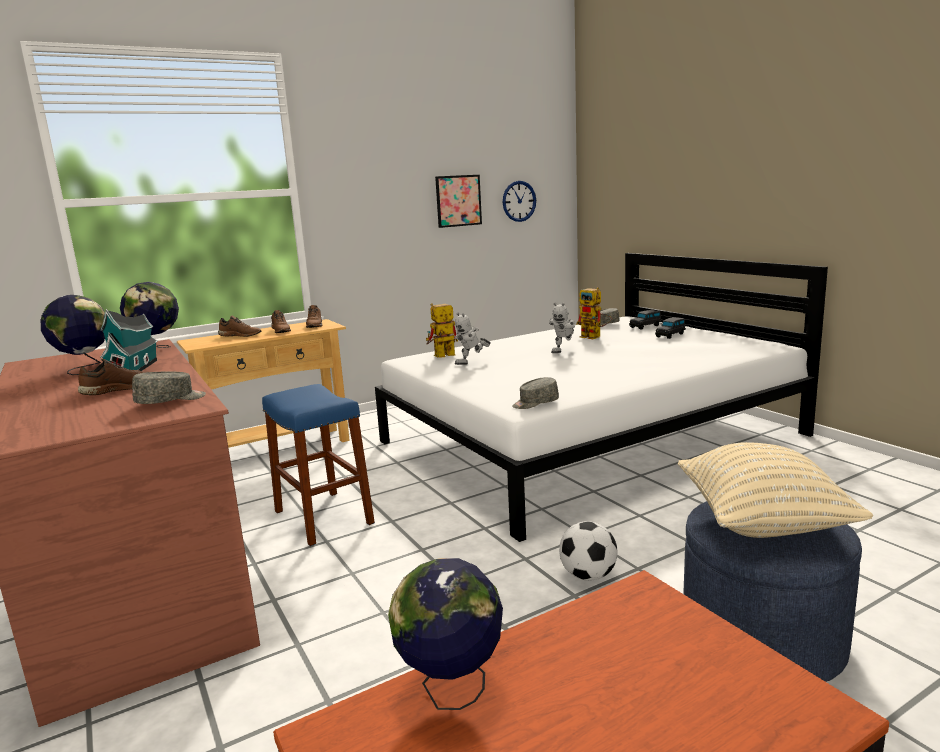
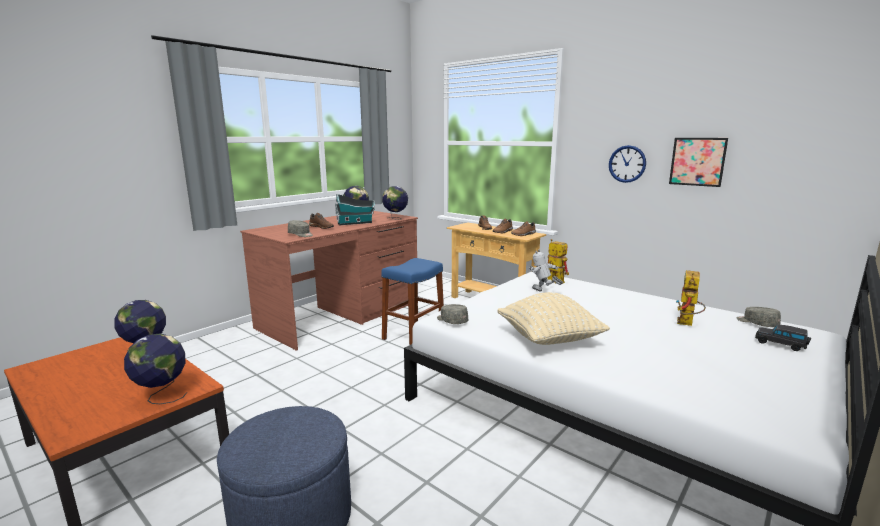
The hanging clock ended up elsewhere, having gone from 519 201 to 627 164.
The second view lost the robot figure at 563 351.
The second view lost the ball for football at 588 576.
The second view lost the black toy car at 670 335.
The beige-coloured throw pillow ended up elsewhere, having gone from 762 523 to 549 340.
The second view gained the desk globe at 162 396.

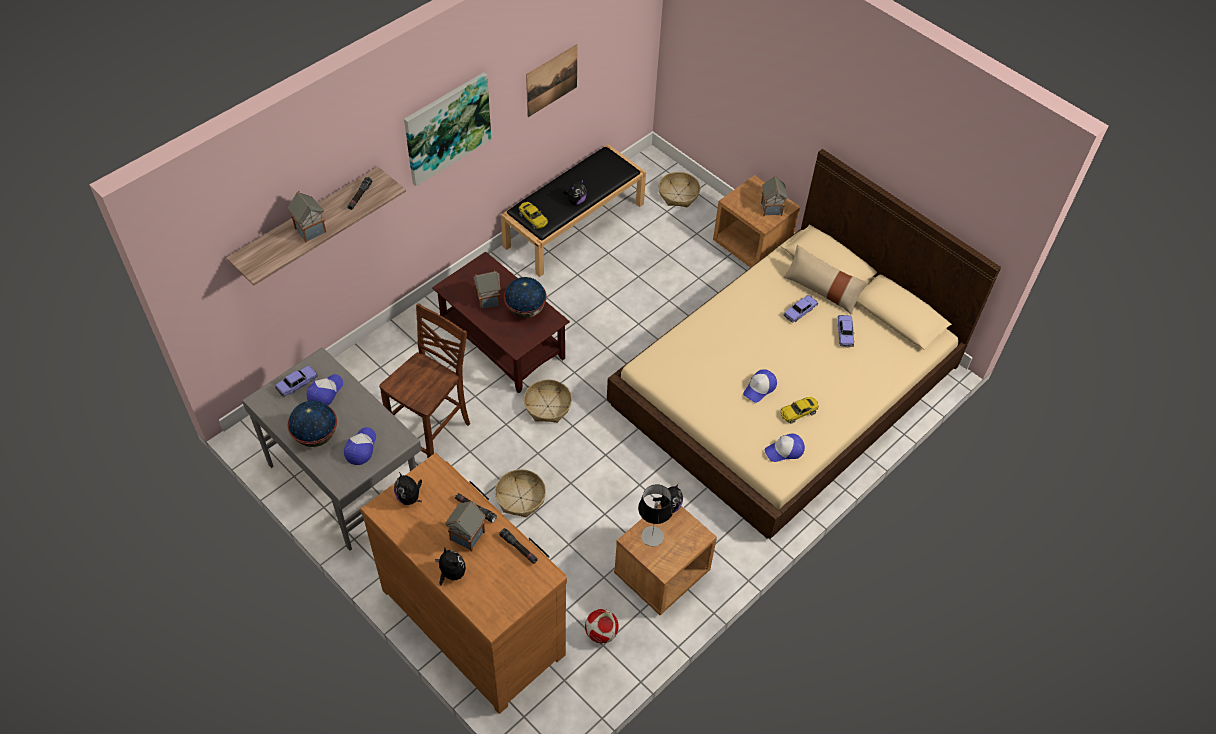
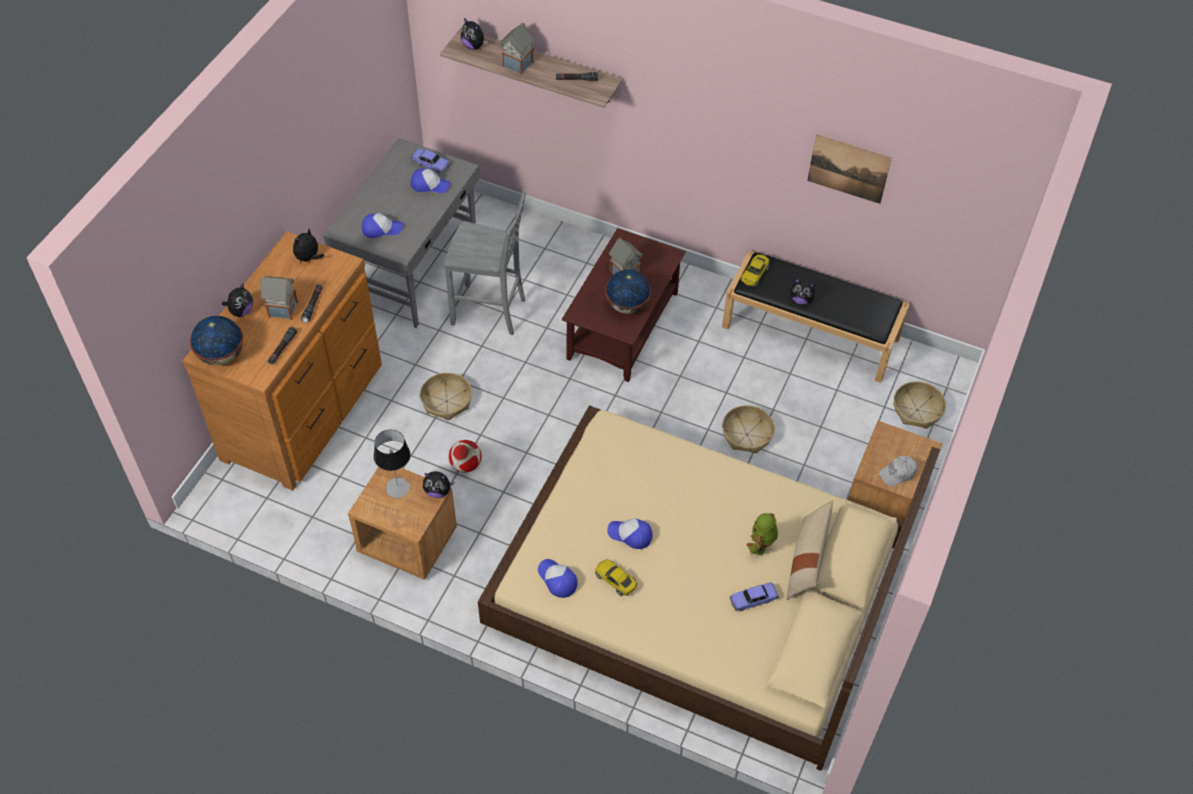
The desk globe ended up elsewhere, having gone from 316 436 to 222 356.
What was the brownish plain chair at 433 432 turned into the gray plain chair at 490 312.
The second view lost the wall art at 447 128.
The basket ended up elsewhere, having gone from 547 406 to 747 434.
The ball for football ended up elsewhere, having gone from 601 633 to 466 465.
Where the miniature house stood at 771 208, the white-coloured baseball cap came to stand at 898 473.
Where the toy car stood at 800 311, the robot figure came to stand at 761 546.
The second view gained the cuddly toy at 474 46.

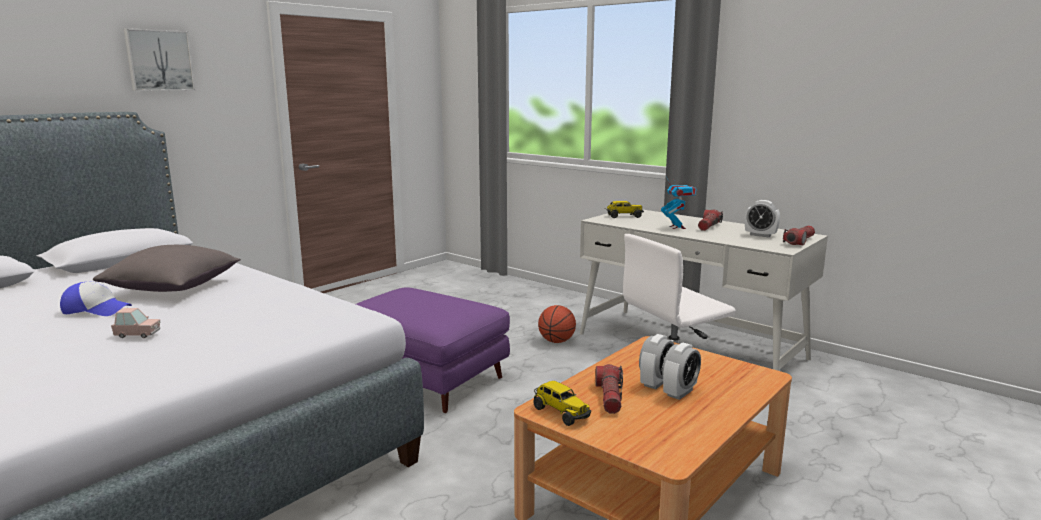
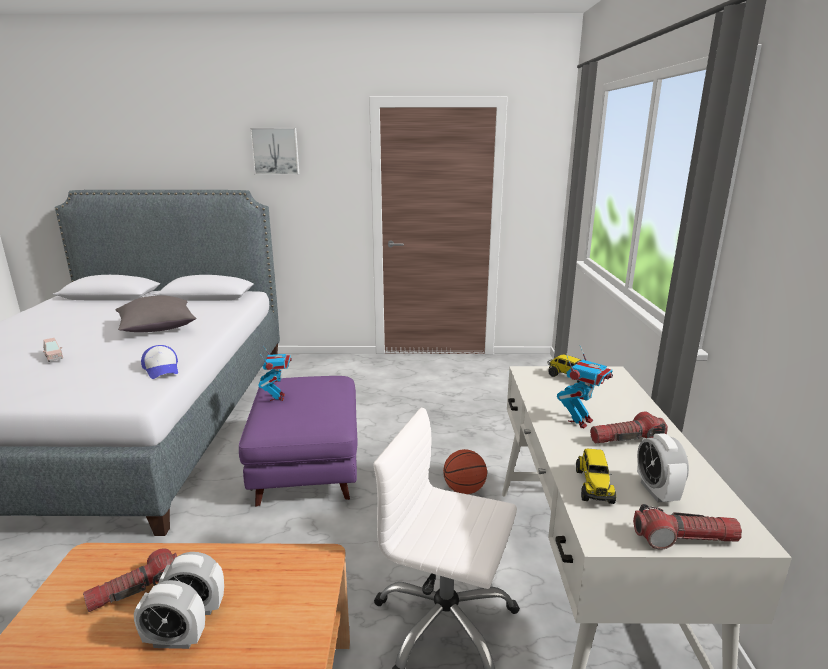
The baseball cap ended up elsewhere, having gone from 96 310 to 162 369.
The toy lorry ended up elsewhere, having gone from 560 413 to 593 485.
The second view gained the robot figure at 277 397.

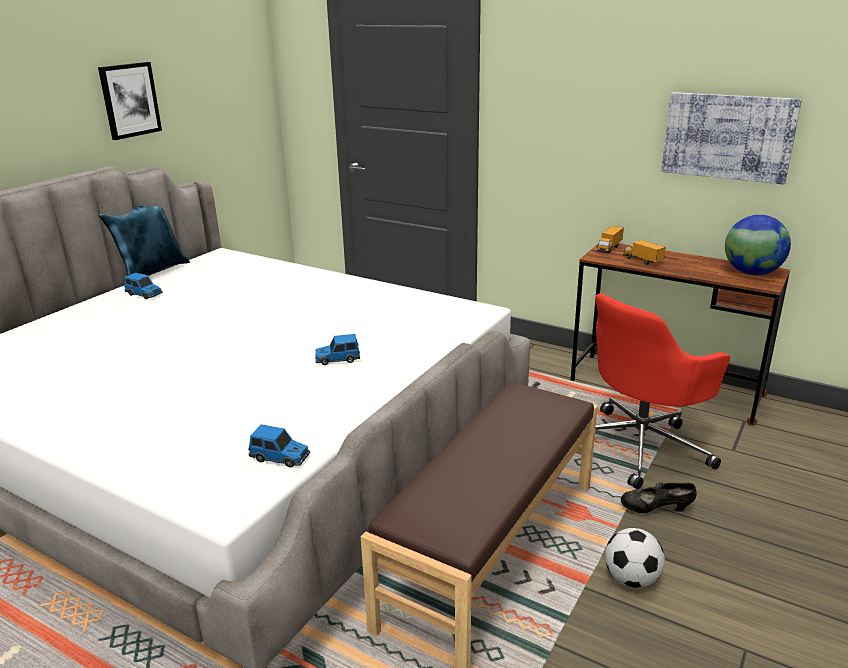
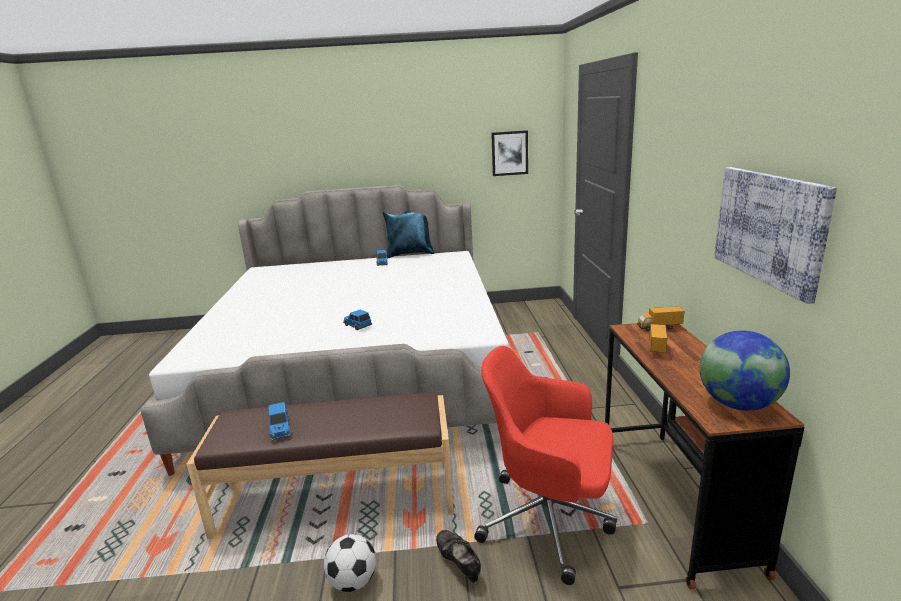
The wall art ended up elsewhere, having gone from 129 100 to 509 153.
The toy car ended up elsewhere, having gone from 280 457 to 280 430.

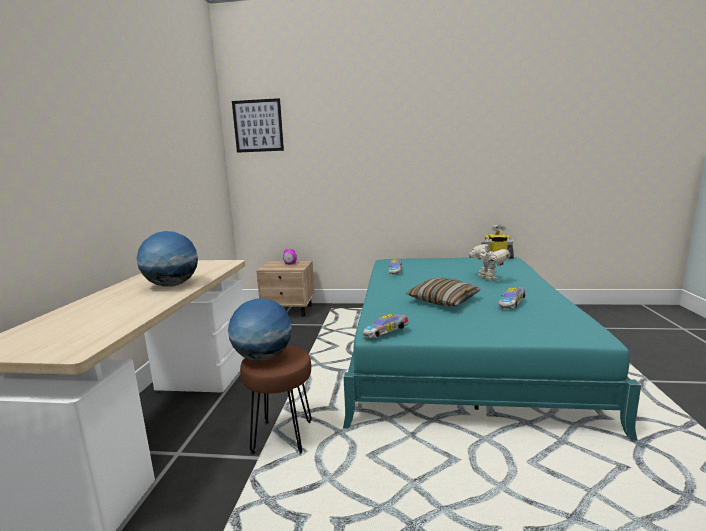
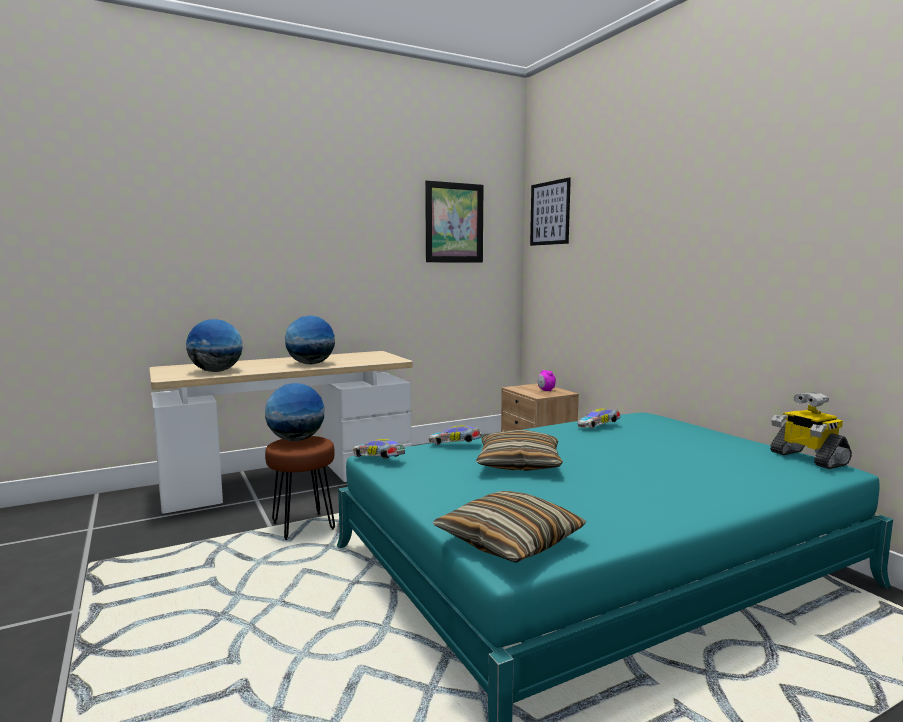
The second view lost the robot figure at 487 279.
The toy car ended up elsewhere, having gone from 512 304 to 456 445.
The second view gained the desk globe at 216 371.
The second view gained the wall art at 454 223.
The second view gained the throw pillow at 509 541.

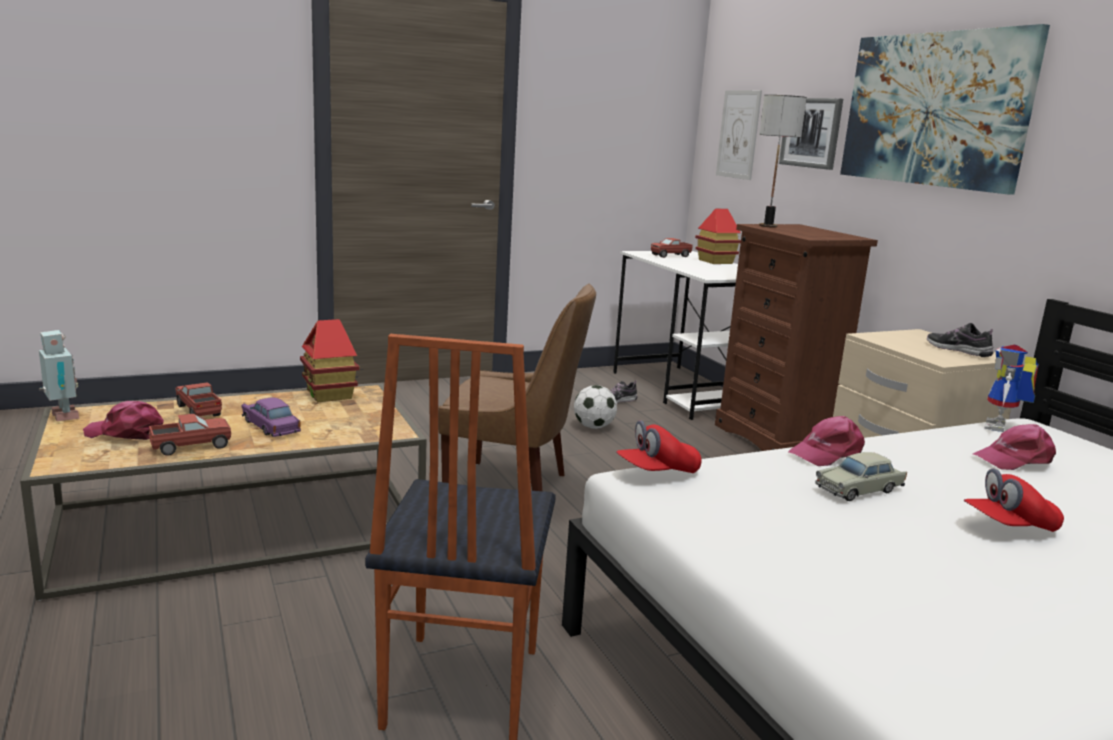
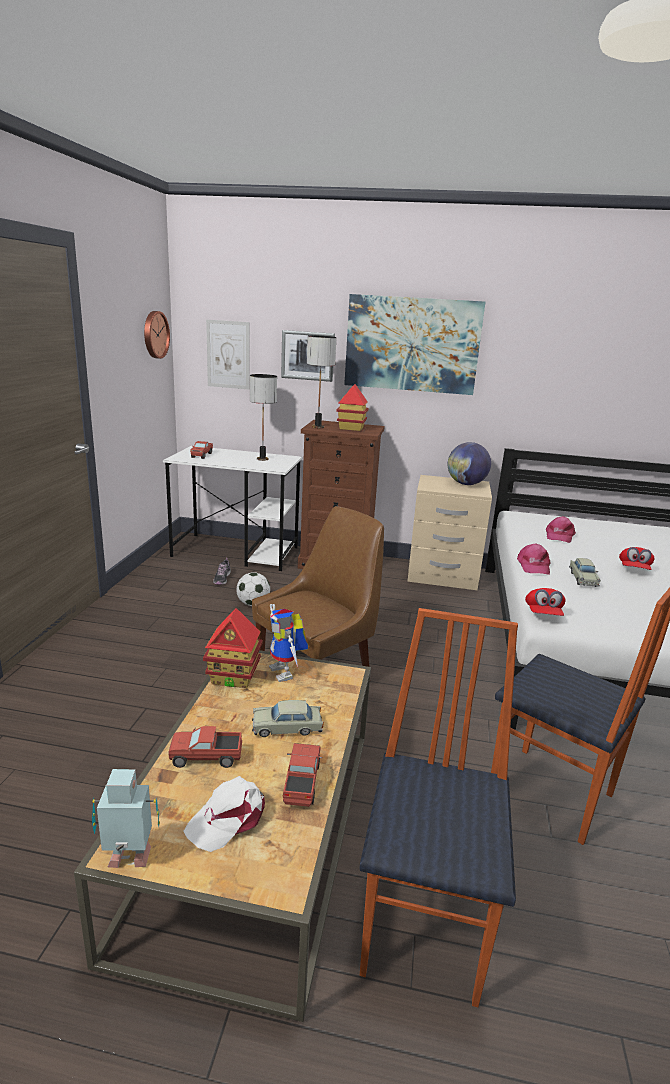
What was the pink baseball cap at 127 433 turned into the white-coloured baseball cap at 228 818.
What was the purplish toy car at 271 427 turned into the beige-coloured toy car at 287 727.
The miniature house ended up elsewhere, having gone from 715 261 to 351 428.
Where the low shoe stood at 958 350, the desk globe came to stand at 466 484.
The robot figure ended up elsewhere, having gone from 1002 428 to 286 673.
The second view gained the hanging clock at 154 334.
The second view gained the tabletop lamp at 262 459.
The second view gained the plain chair at 426 927.

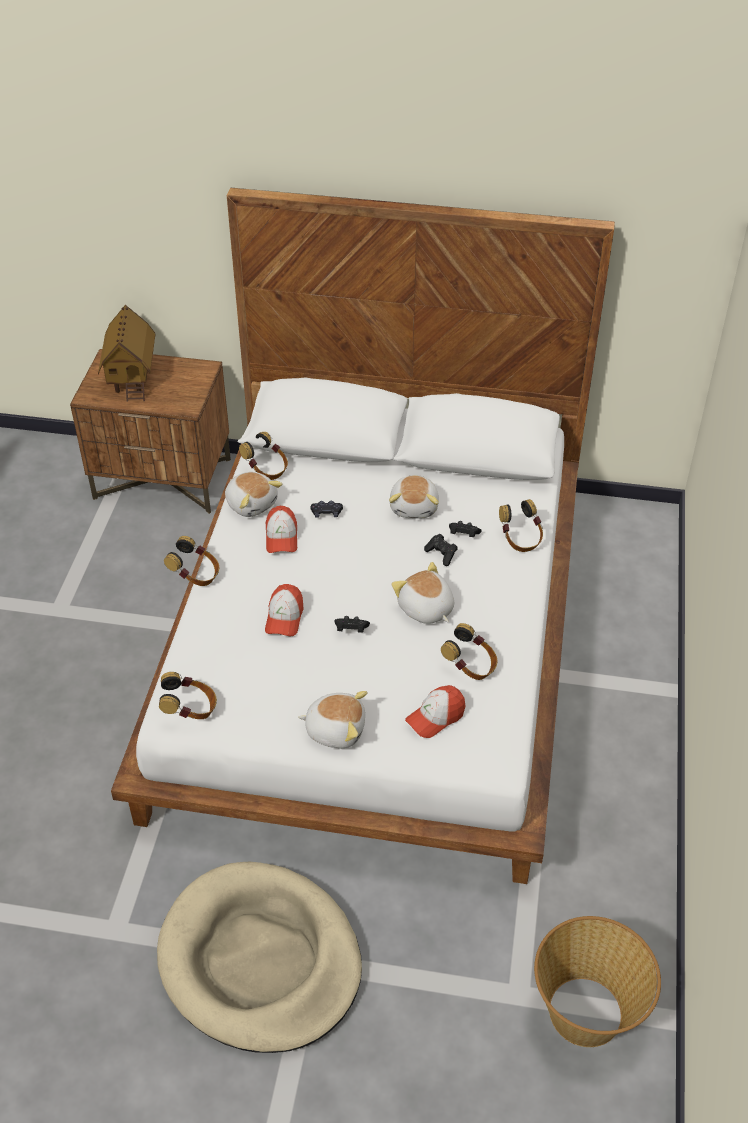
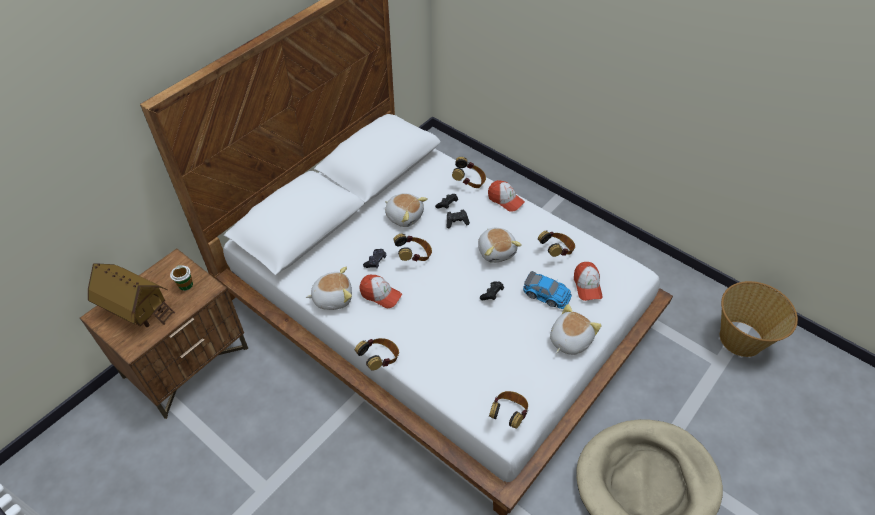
The pair of headphones ended up elsewhere, having gone from 266 469 to 414 256.
The baseball cap ended up elsewhere, having gone from 284 617 to 505 200.
The cuddly toy at 425 609 ended up facing another way, 105 degrees counterclockwise from before.
The second view gained the small cup at 185 285.
The second view gained the toy car at 546 294.

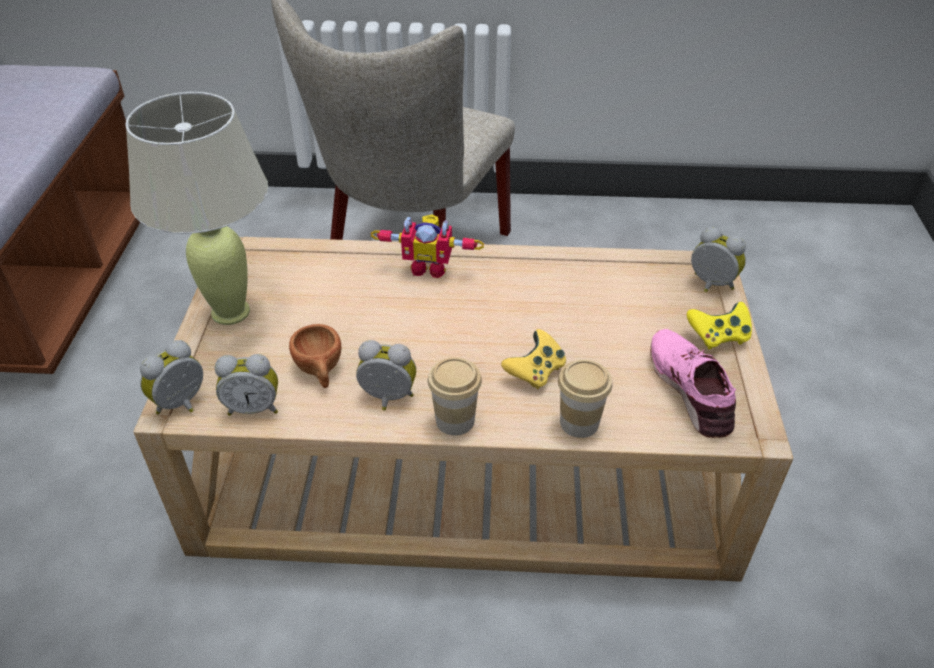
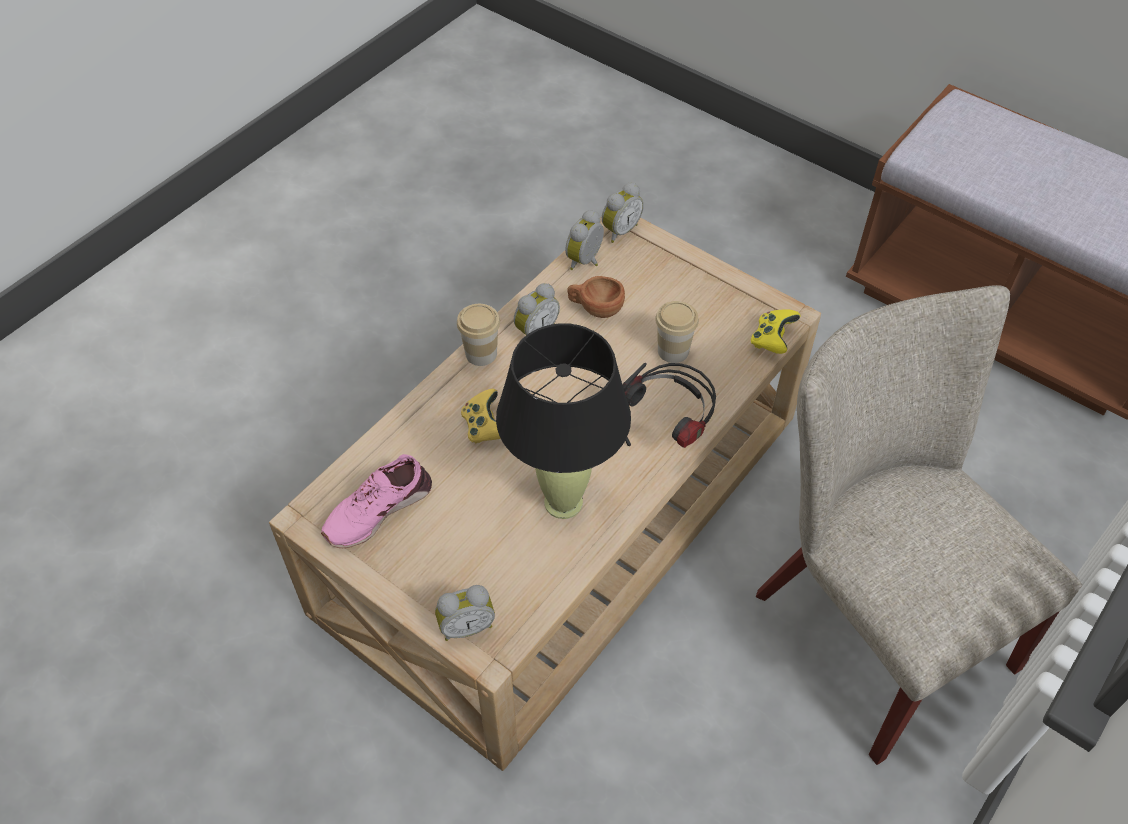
The second view lost the beige-coloured tabletop lamp at 231 312.
The bedside clock at 183 405 ended up facing another way, 60 degrees clockwise from before.
Where the robot figure stood at 429 267, the pair of headphones came to stand at 668 431.
The small cup ended up elsewhere, having gone from 579 422 to 673 351.
The pink low shoe at 691 389 ended up facing another way, 120 degrees clockwise from before.
The yellow gamepad ended up elsewhere, having gone from 718 337 to 772 340.
The second view gained the black tabletop lamp at 562 502.

